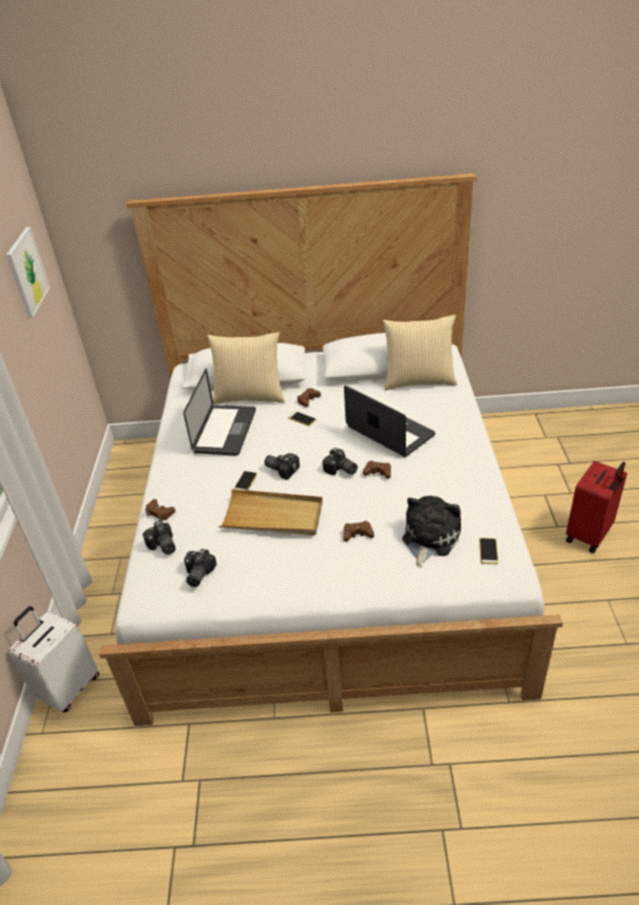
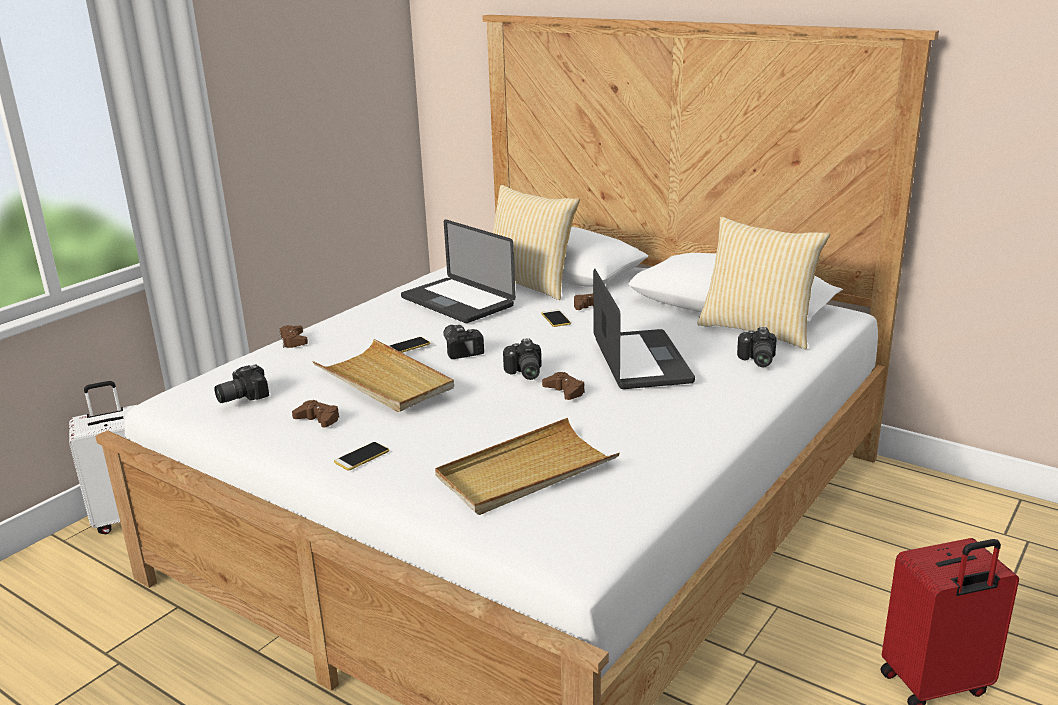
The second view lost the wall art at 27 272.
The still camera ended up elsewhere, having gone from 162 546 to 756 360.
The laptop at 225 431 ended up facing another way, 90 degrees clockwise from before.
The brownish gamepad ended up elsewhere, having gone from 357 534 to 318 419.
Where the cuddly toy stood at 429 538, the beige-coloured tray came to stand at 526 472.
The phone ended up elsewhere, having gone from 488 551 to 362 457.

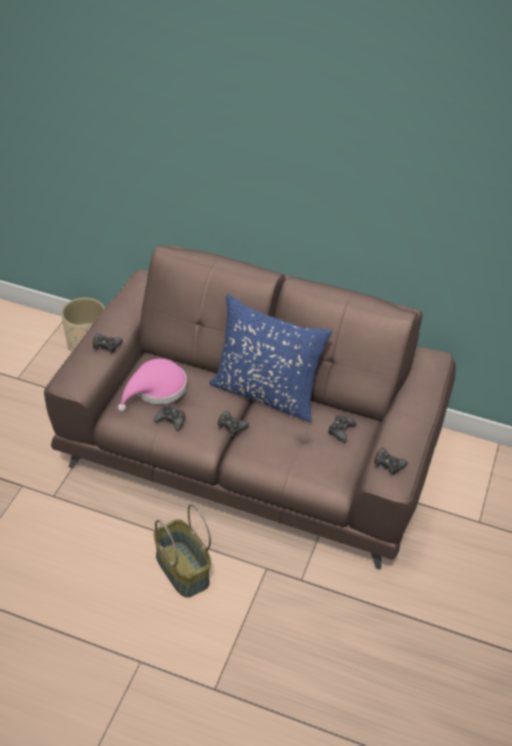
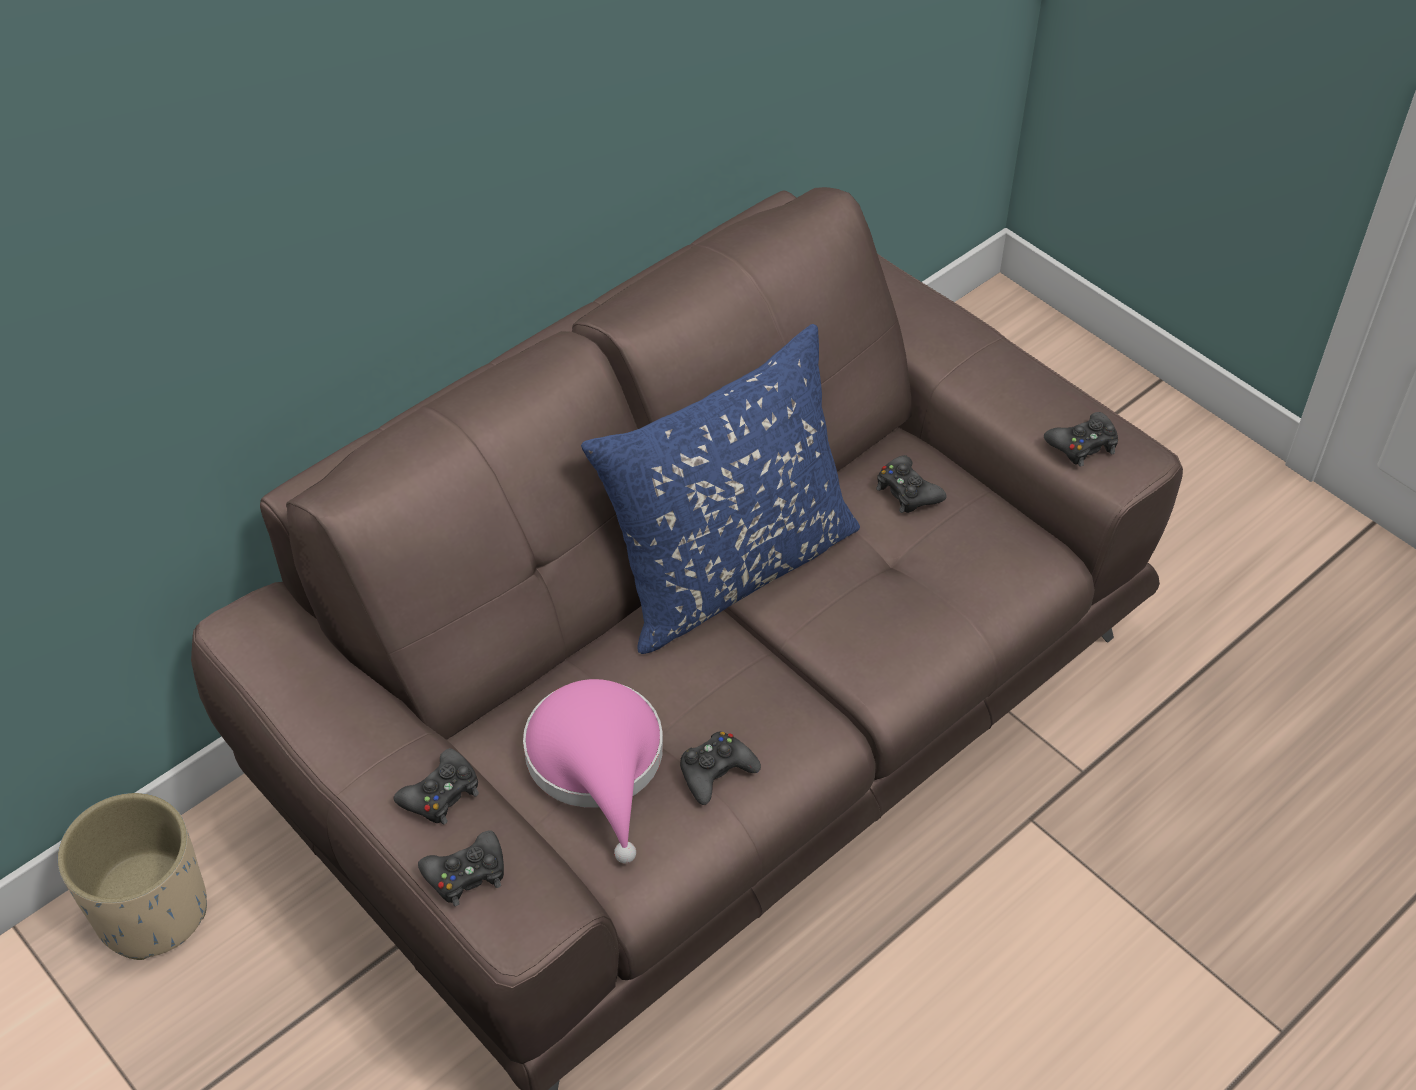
The second view lost the basket at 181 569.
The black gamepad ended up elsewhere, having gone from 231 426 to 466 874.

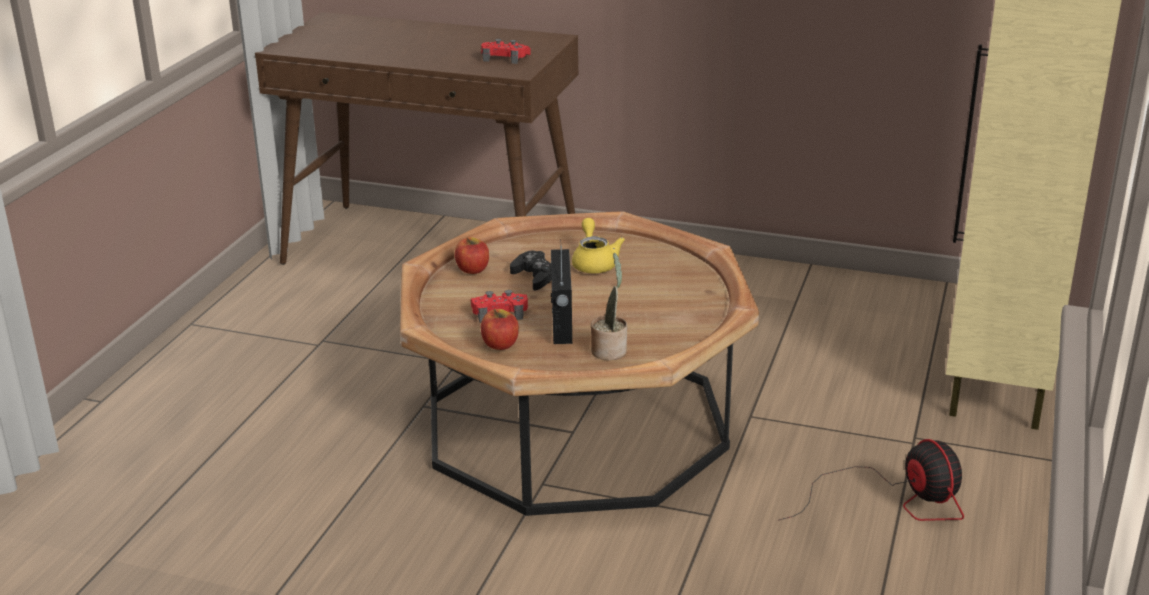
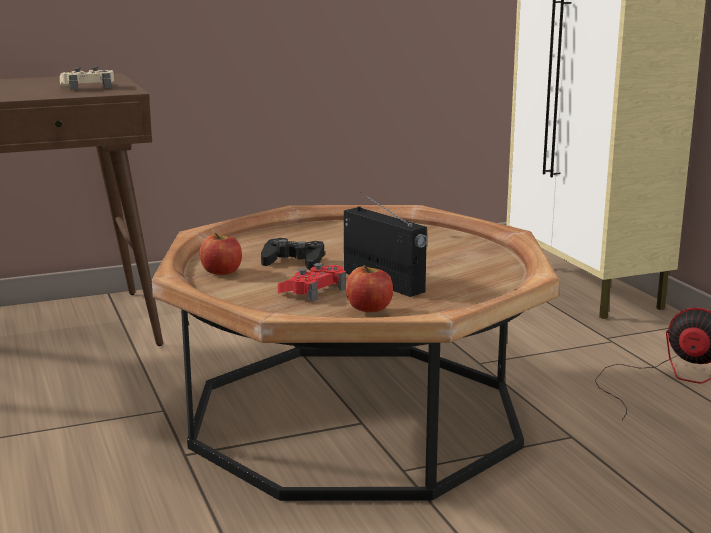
What was the reddish gamepad at 505 58 turned into the beige-coloured gamepad at 88 87.
The second view lost the yellow pot for tea at 594 263.
The second view lost the potted plant at 610 350.

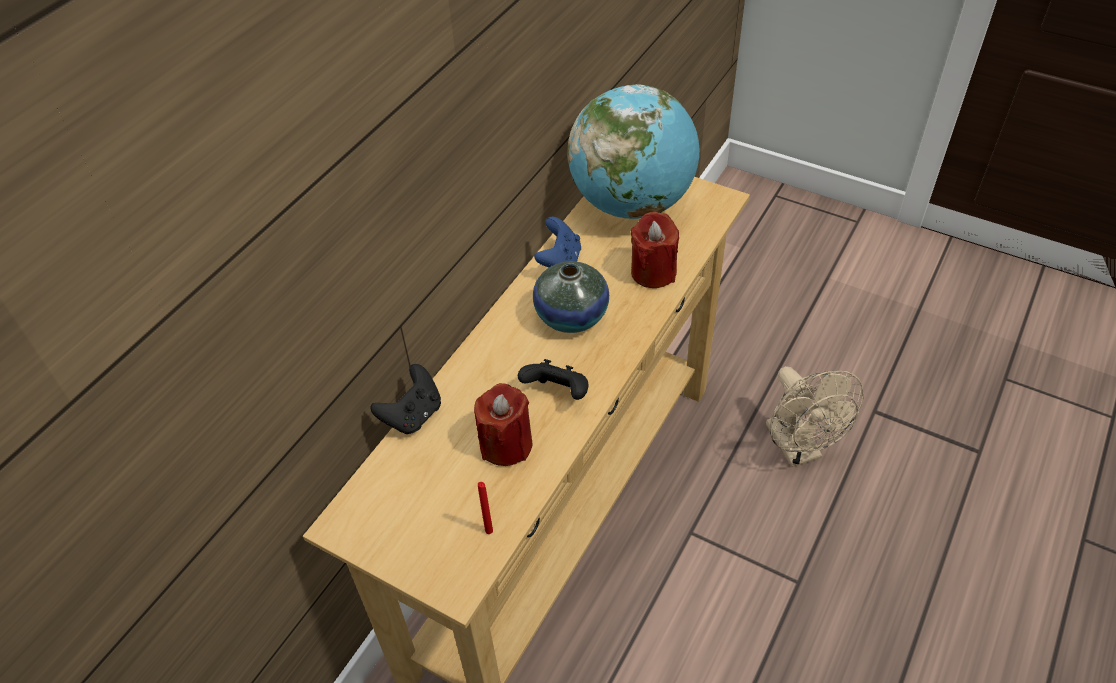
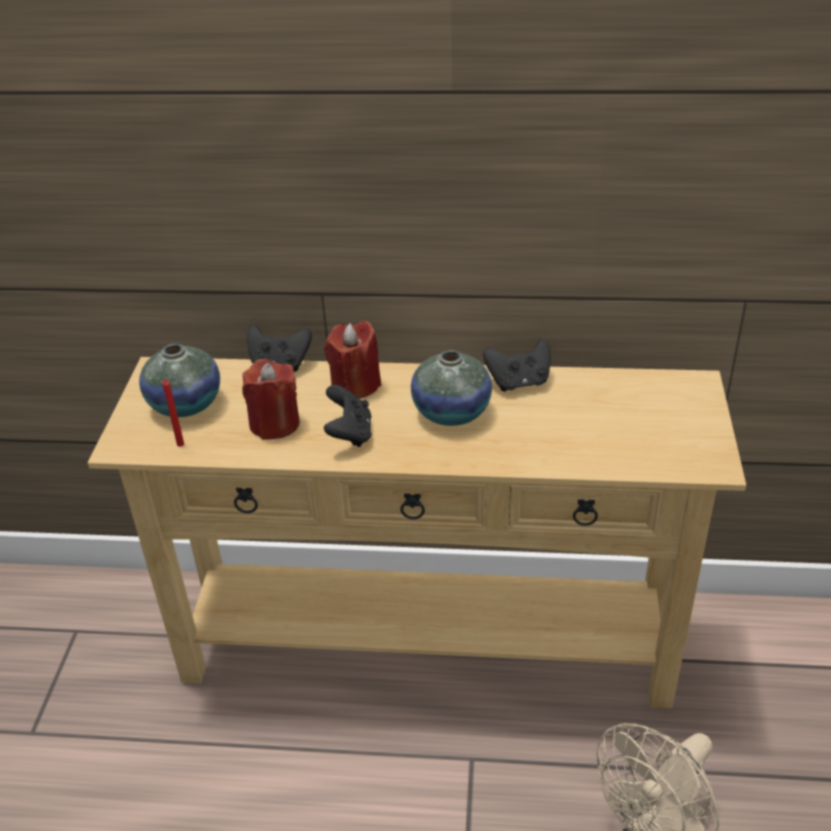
What was the blue gamepad at 560 261 turned into the black gamepad at 519 382.
The second view lost the desk globe at 632 204.
The reddish candle ended up elsewhere, having gone from 653 272 to 355 385.
The second view gained the flower vase at 185 404.

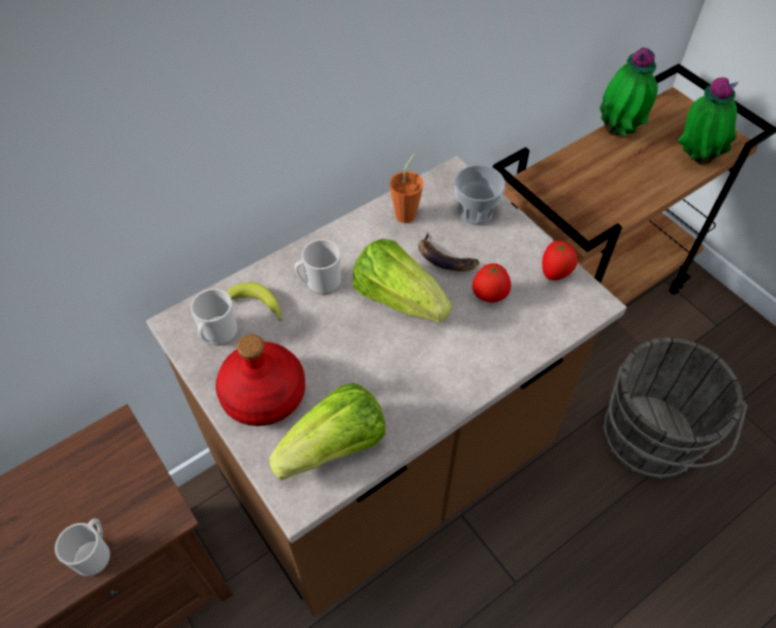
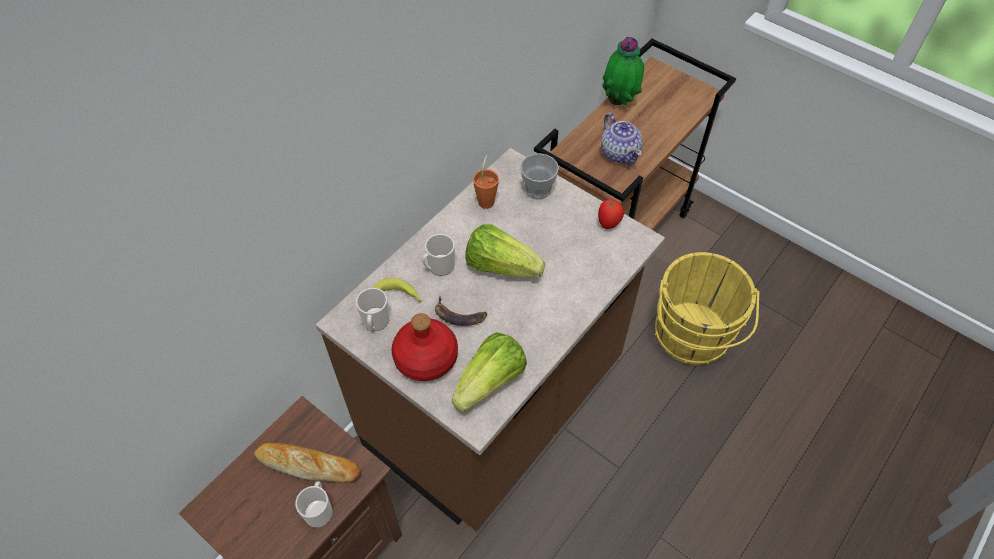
The banana fruit ended up elsewhere, having gone from 445 258 to 459 315.
The second view lost the whole tomato at 489 296.
What was the gray bucket at 647 442 turned into the yellow bucket at 691 338.
The second view lost the potted plant at 695 158.
The second view gained the bakery bread at 308 464.
The second view gained the pot for tea at 619 153.

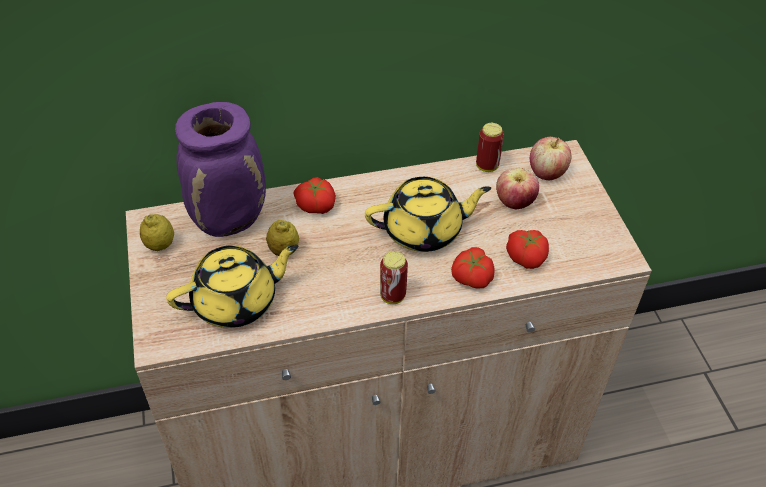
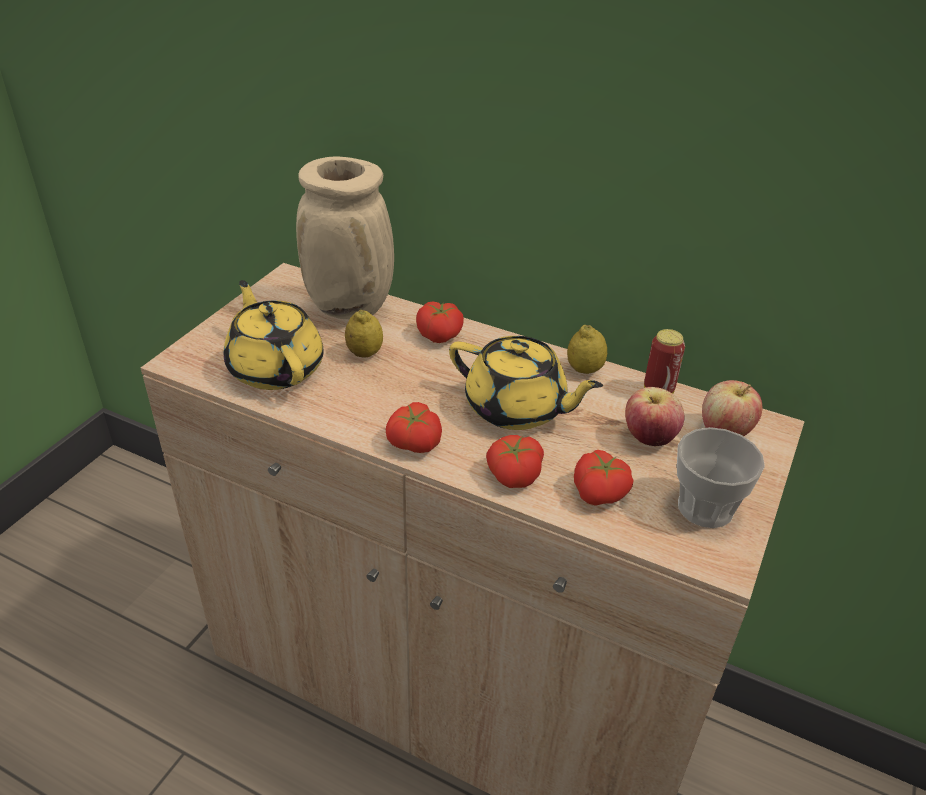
The whole lemon ended up elsewhere, having gone from 160 245 to 584 369.
The yellow pot for tea at 237 301 ended up facing another way, 135 degrees counterclockwise from before.
What was the purplish flower vase at 230 220 turned into the beige-coloured flower vase at 352 308.
Where the sealed can stood at 392 296, the whole tomato came to stand at 413 443.
The second view gained the small cup at 705 508.

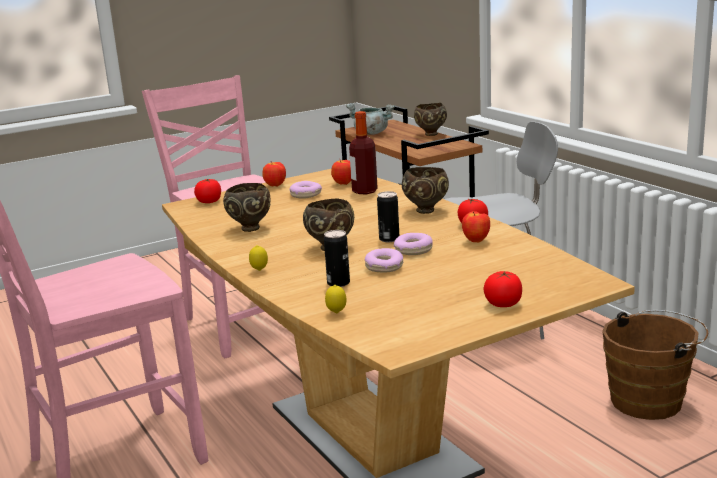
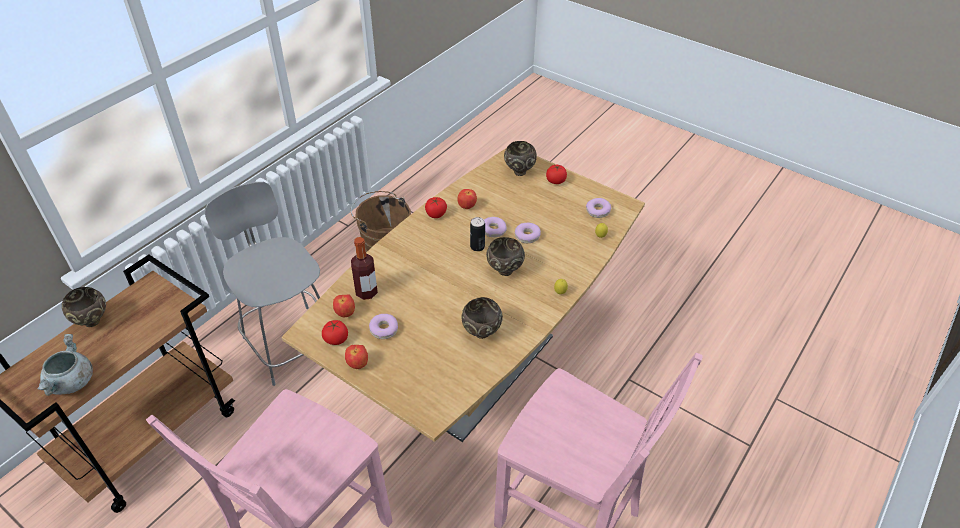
The whole tomato ended up elsewhere, having gone from 209 201 to 336 339.
The second view lost the sealed can at 338 283.
The brownish bowl ended up elsewhere, having gone from 426 210 to 519 171.
The second view gained the donut at 597 211.

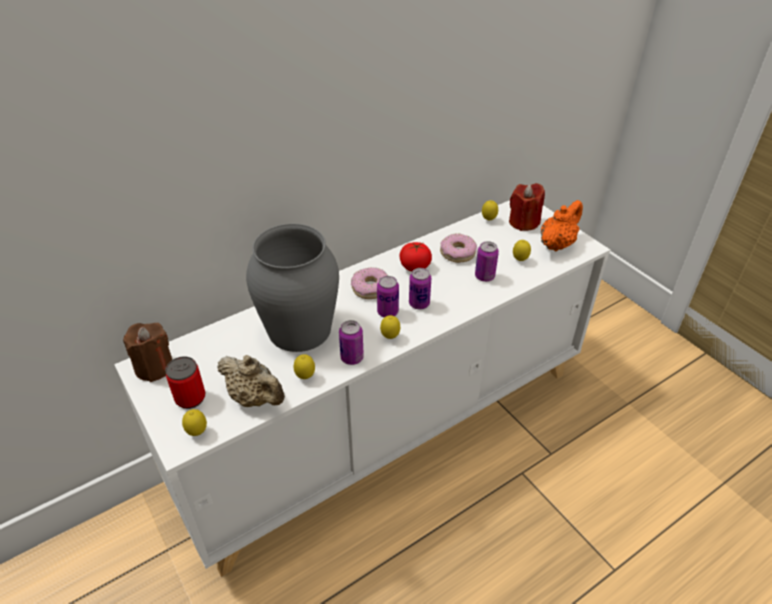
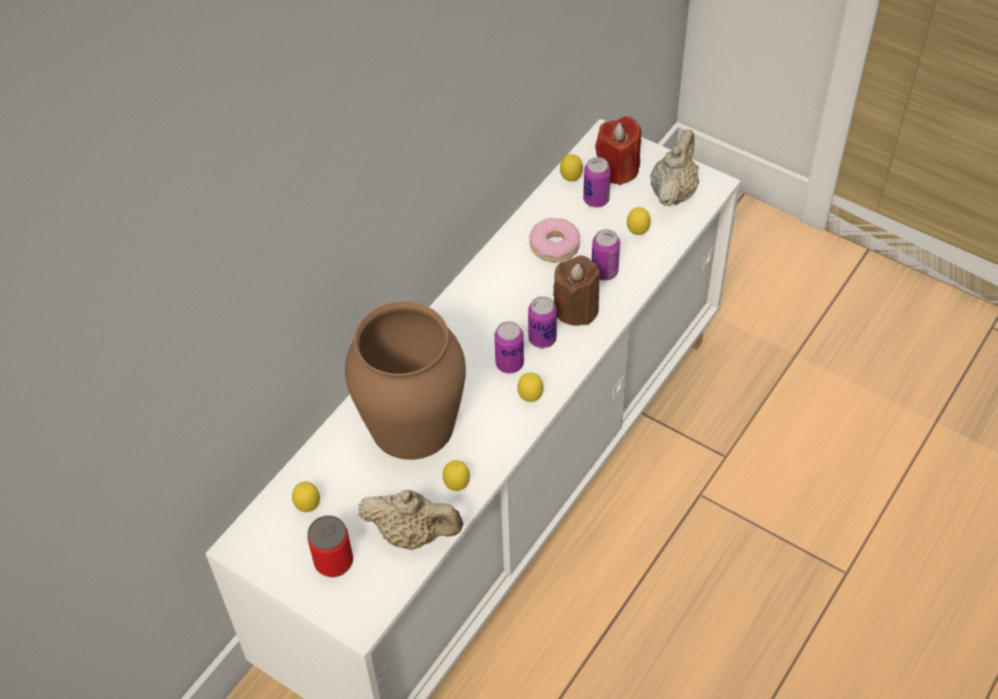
The brownish candle ended up elsewhere, having gone from 154 367 to 576 309.
The whole lemon ended up elsewhere, having gone from 197 433 to 308 507.
What was the gray flower vase at 298 328 turned into the brownish flower vase at 411 424.
The sealed can ended up elsewhere, having gone from 352 358 to 596 200.
The second view lost the donut at 370 288.
The second view lost the whole tomato at 415 267.
What was the orange pot for tea at 557 244 turned into the beige-coloured pot for tea at 673 192.

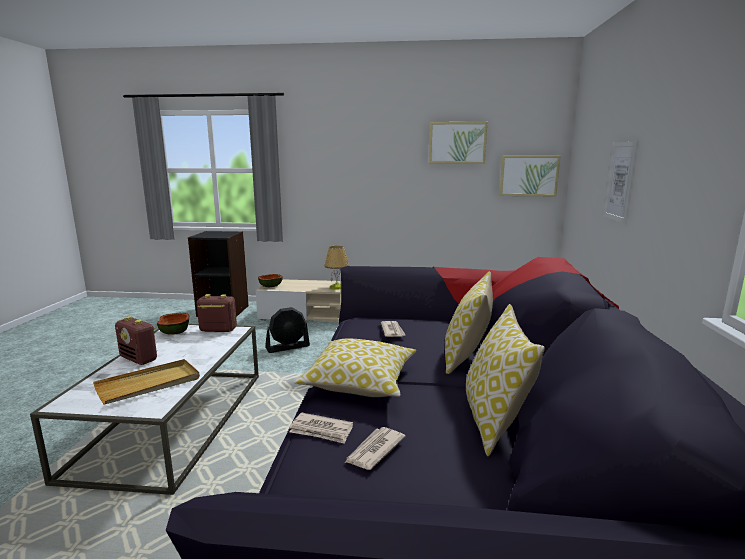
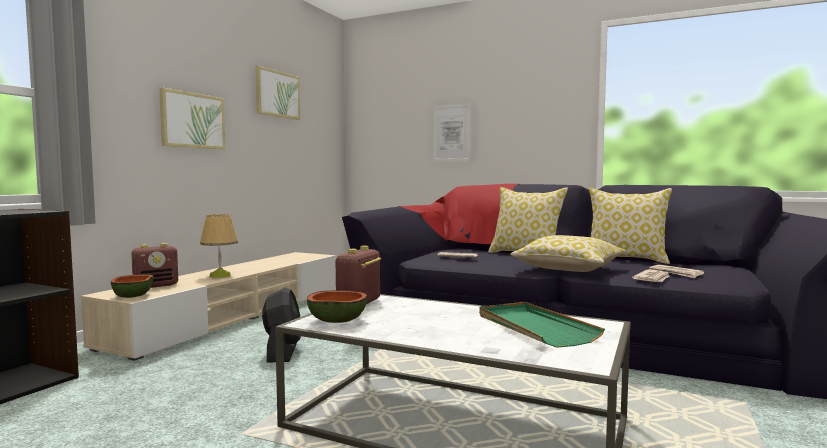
What was the beige-coloured tray at 149 384 turned into the greenish tray at 534 327.
The radio ended up elsewhere, having gone from 139 359 to 156 285.
The wall art ended up elsewhere, having gone from 528 175 to 193 120.

